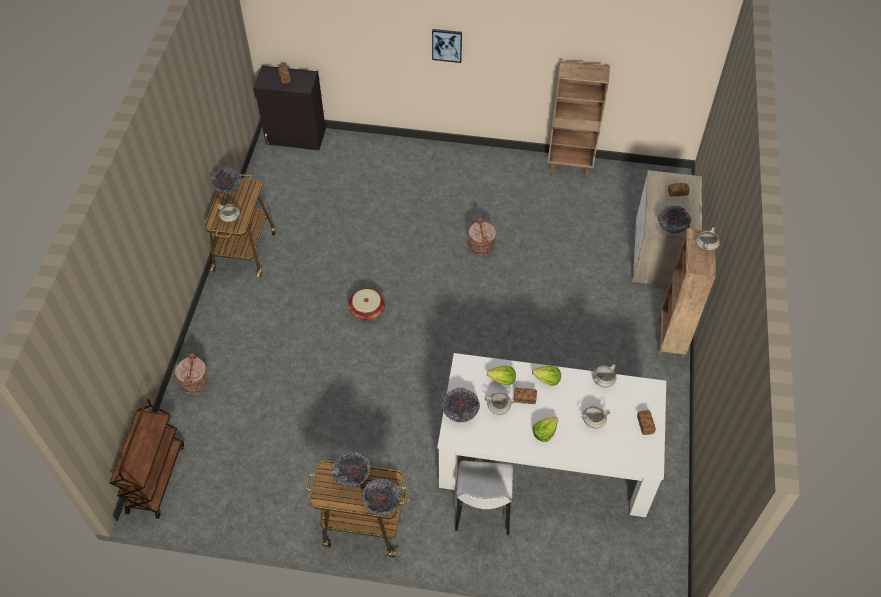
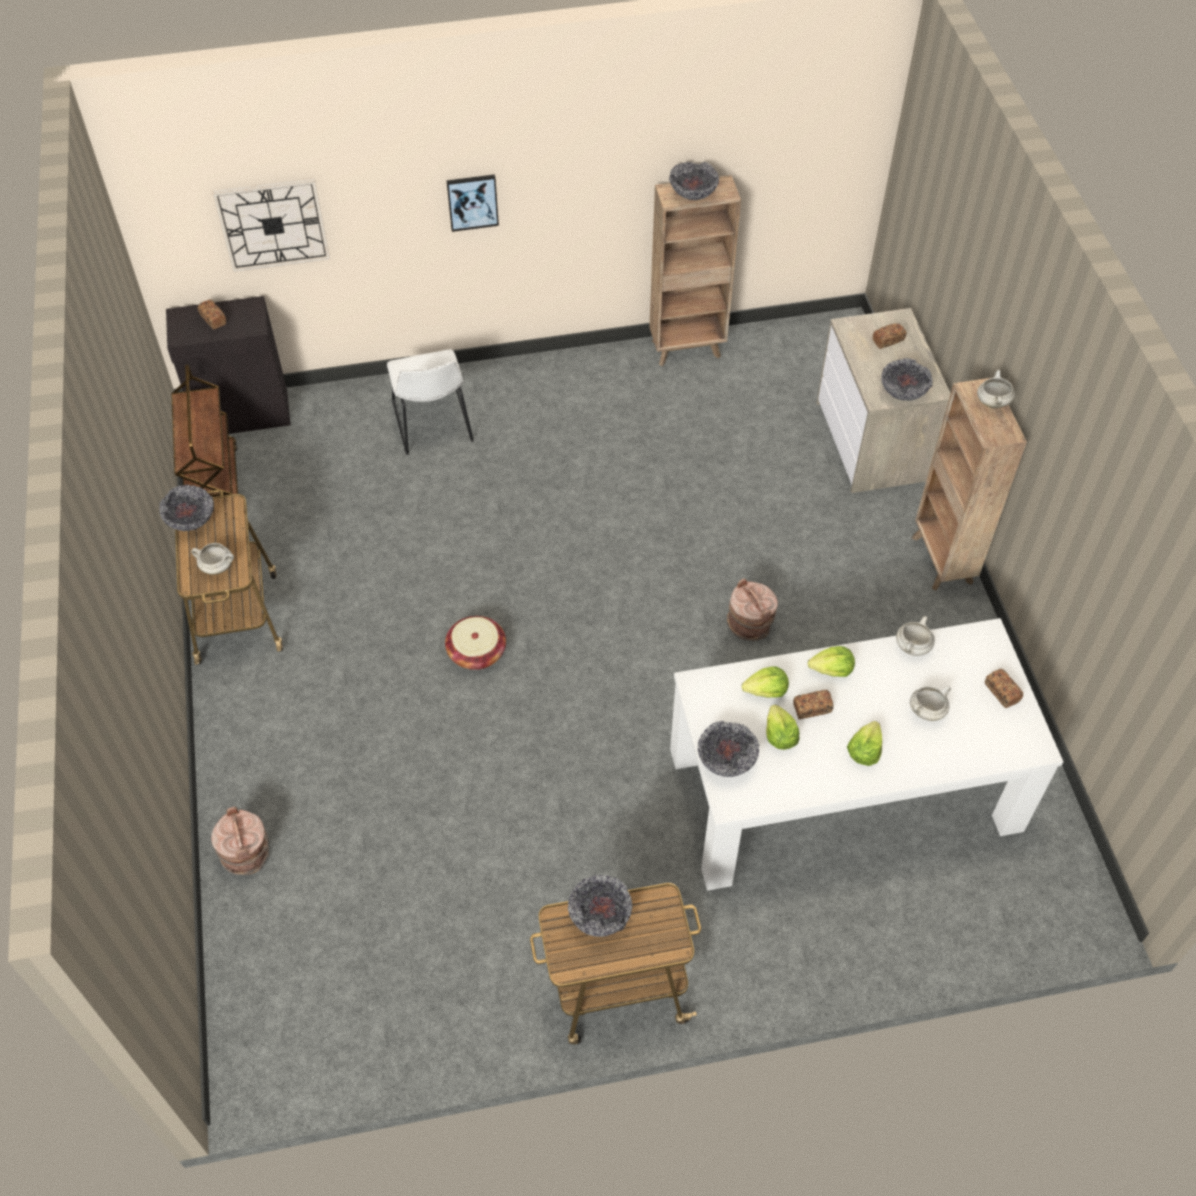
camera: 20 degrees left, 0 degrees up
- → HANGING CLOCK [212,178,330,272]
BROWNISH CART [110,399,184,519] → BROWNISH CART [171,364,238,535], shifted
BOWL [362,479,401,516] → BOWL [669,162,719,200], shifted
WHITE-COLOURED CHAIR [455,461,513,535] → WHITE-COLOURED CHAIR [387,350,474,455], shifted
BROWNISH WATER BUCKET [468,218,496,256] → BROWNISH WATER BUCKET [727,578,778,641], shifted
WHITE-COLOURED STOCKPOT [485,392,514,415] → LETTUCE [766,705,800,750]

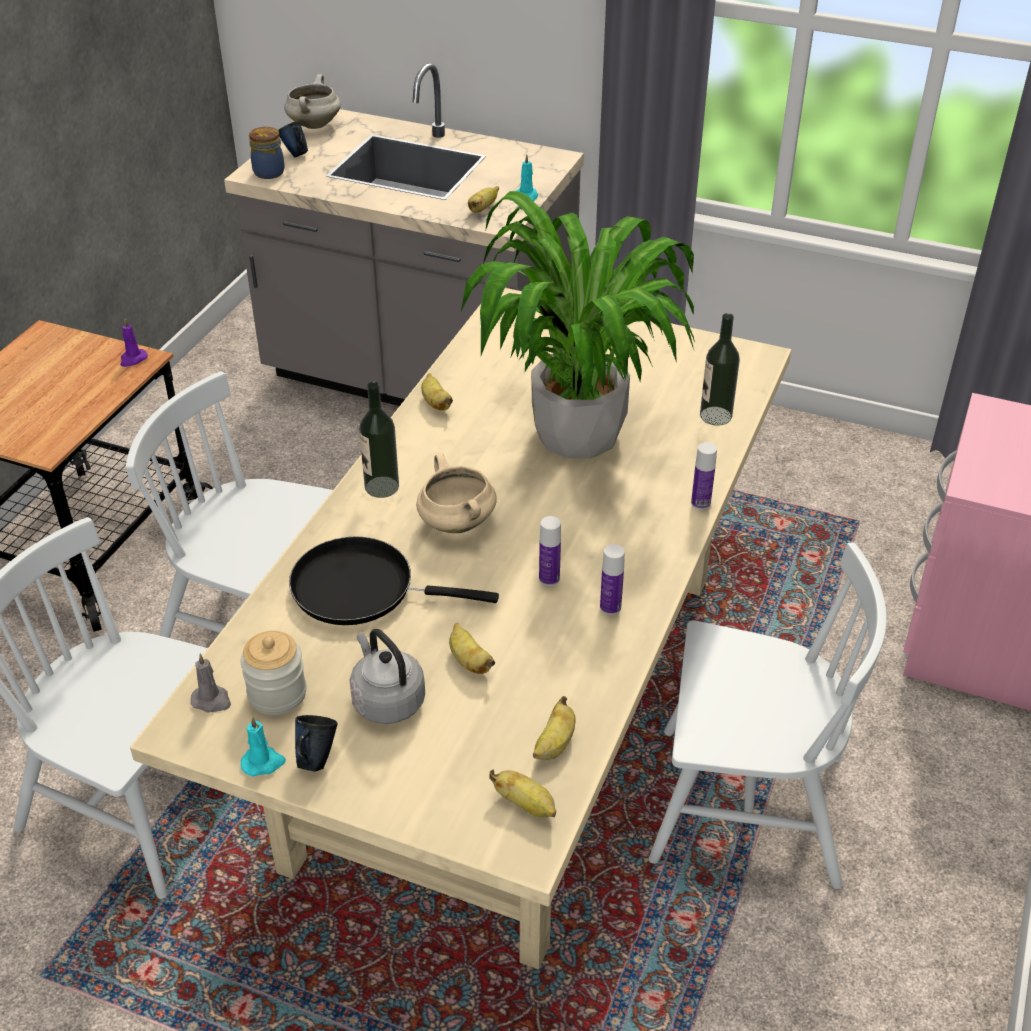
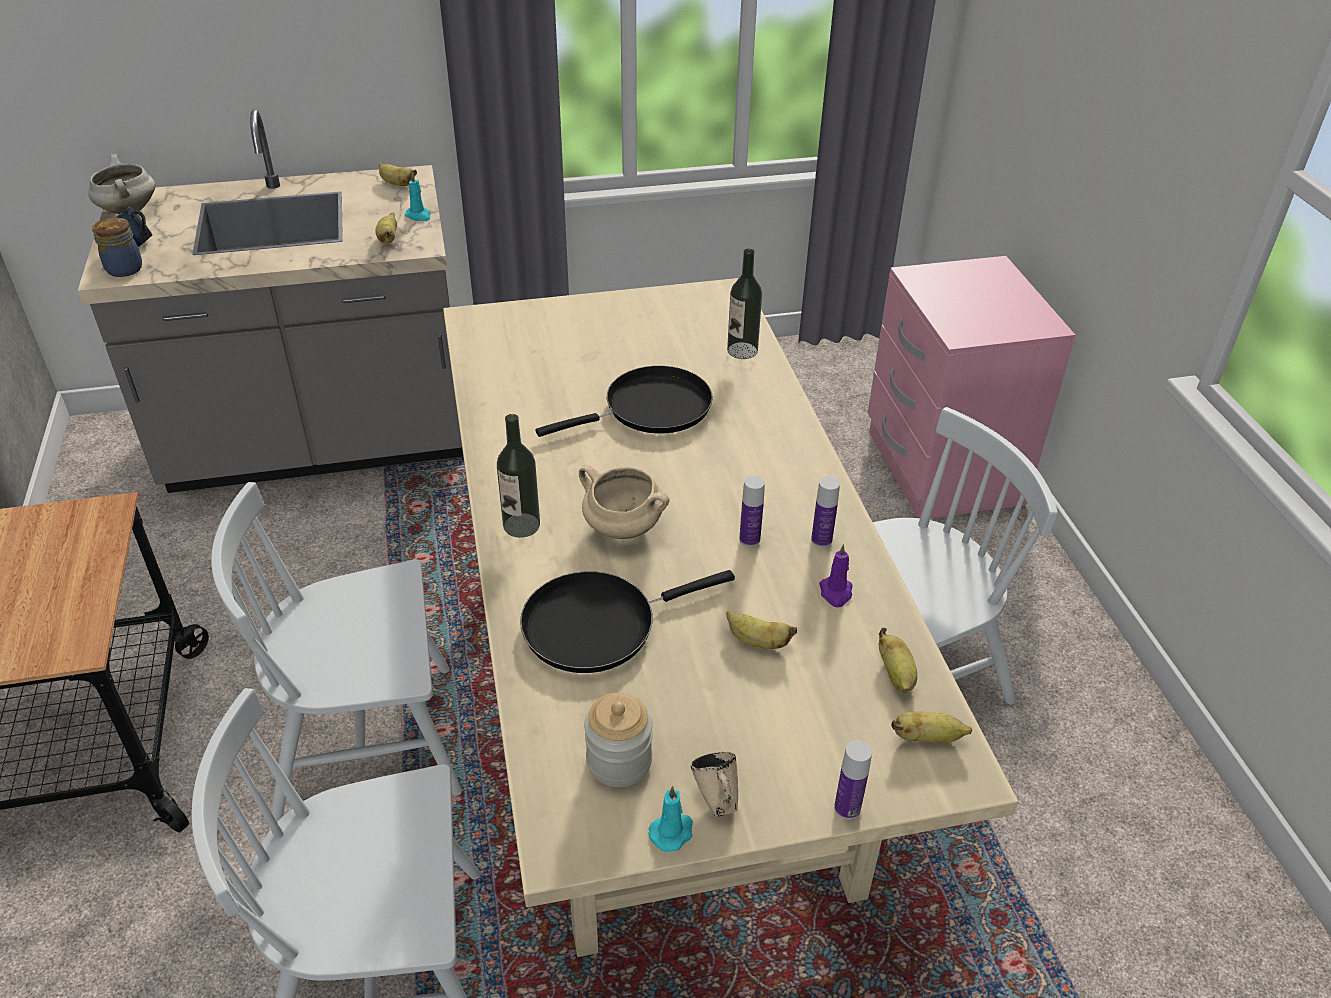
camera: 35 degrees left, 0 degrees up
GREY WAX CANDLE [191,654,231,713] → -
GREY WATER KETTLE [350,629,425,724] → -
PURPLISH WAX CANDLE [120,318,148,367] → PURPLISH WAX CANDLE [819,544,852,608], shifted
WHOLE BANANA [421,373,453,411] → WHOLE BANANA [379,163,417,186], shifted
BOTTLE [691,442,717,510] → BOTTLE [834,740,872,820], shifted
PLANT IN A POT [461,191,695,458] → BLACK-COLOURED FRYING PAN [536,366,713,437]
BLUISH MUG [295,715,338,772] → BEIGE MUG [691,752,738,817]

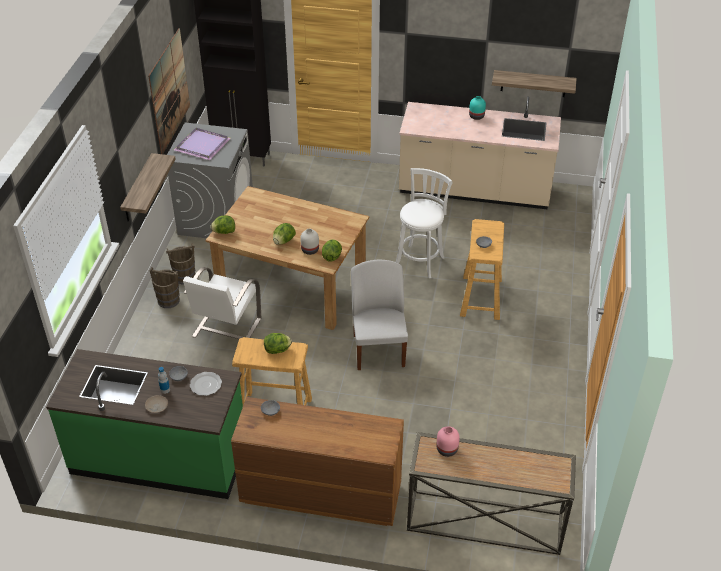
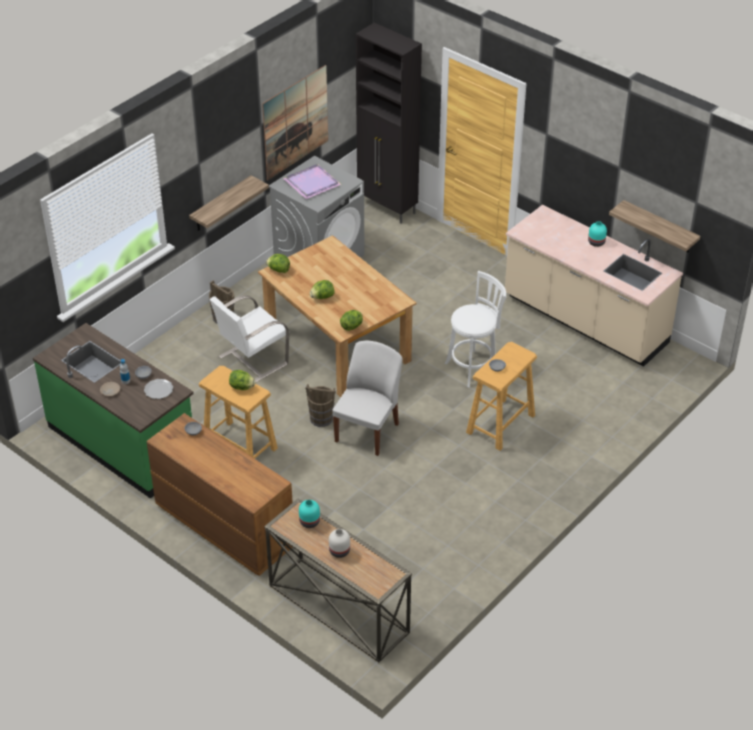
camera: 30 degrees right, 0 degrees up
BROWNISH WATER BUCKET [166,243,195,284] → BROWNISH WATER BUCKET [305,384,336,427], shifted
WHITE-COLOURED DECORATIVE VASE [300,229,319,255] → WHITE-COLOURED DECORATIVE VASE [329,529,350,558], shifted
PINK-COLOURED DECORATIVE VASE [436,426,460,457] → BLUE-GREEN DECORATIVE VASE [299,500,320,528]

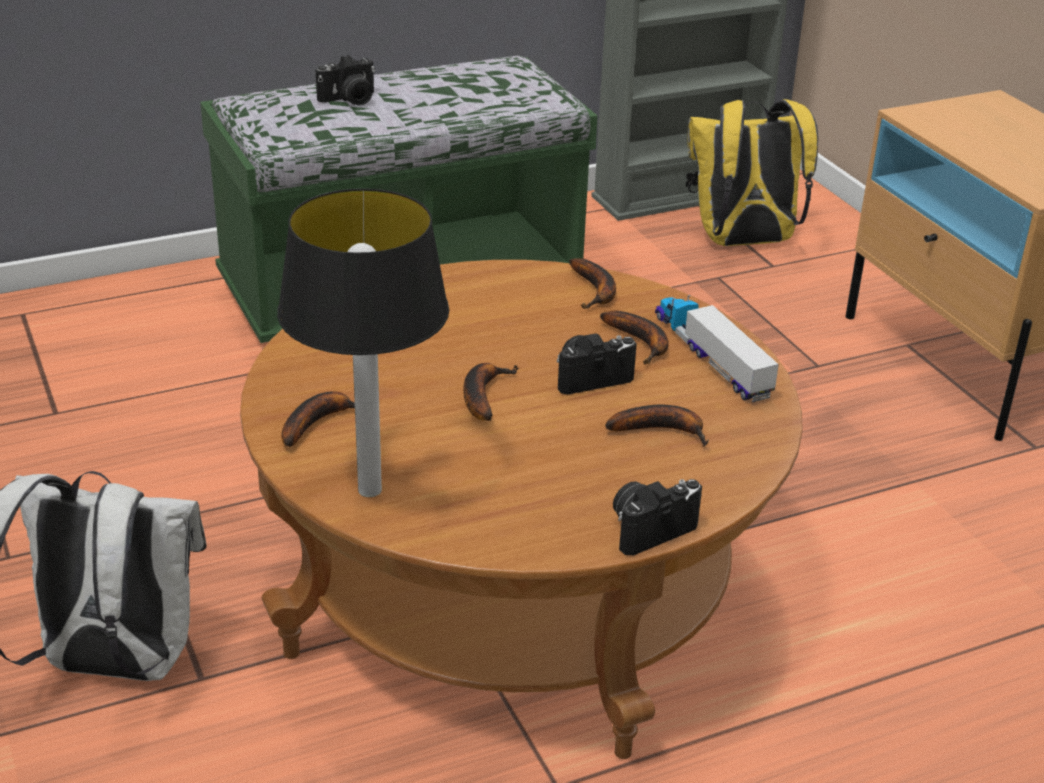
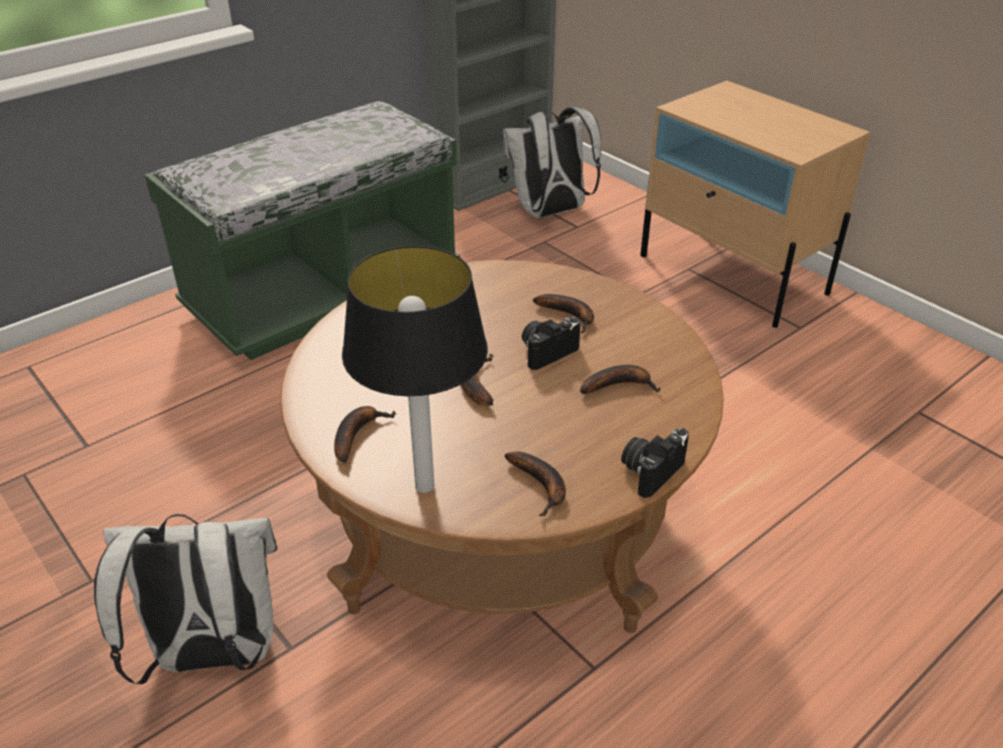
camera: 15 degrees left, 5 degrees up
PHOTO CAMERA [316,55,375,106] → -
TOY TRUCK [655,295,779,402] → -
WHOLE BANANA [569,258,616,309] → WHOLE BANANA [504,451,566,516], shifted
YELLOW-COLOURED RUCKSACK [688,99,818,246] → WHITE-COLOURED RUCKSACK [502,107,601,218]

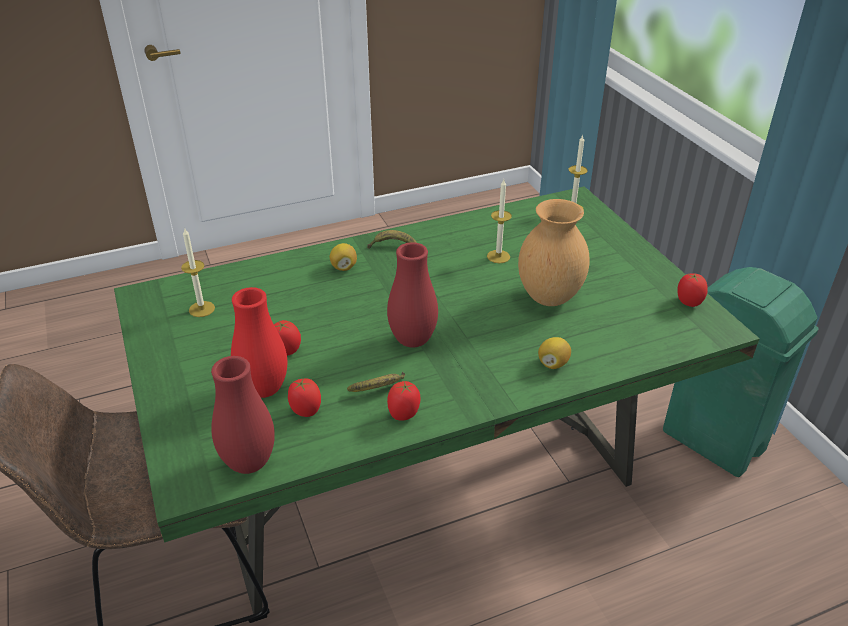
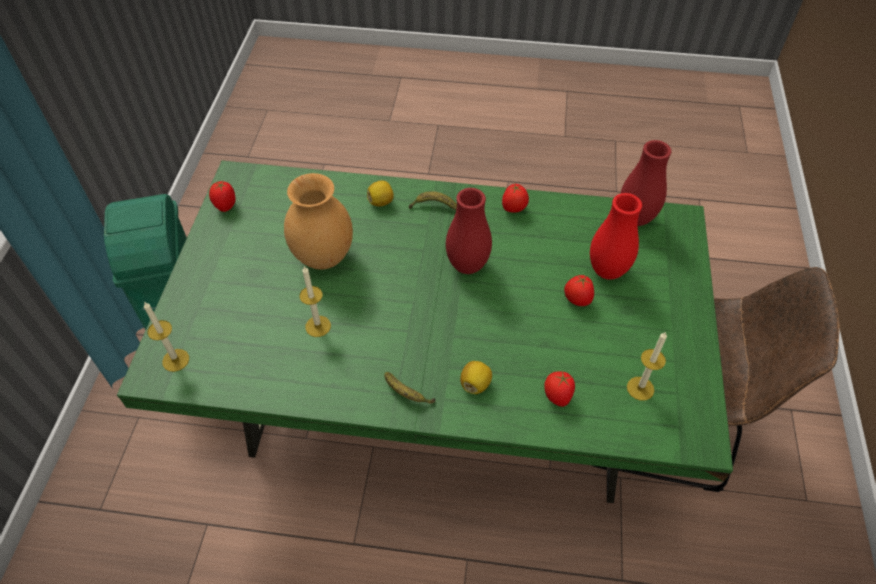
camera: 150 degrees left, 15 degrees up
FRESH TOMATO [288,379,321,417] → FRESH TOMATO [544,371,575,407], shifted
WHOLE BANANA [347,372,405,392] → WHOLE BANANA [409,191,457,210], shifted

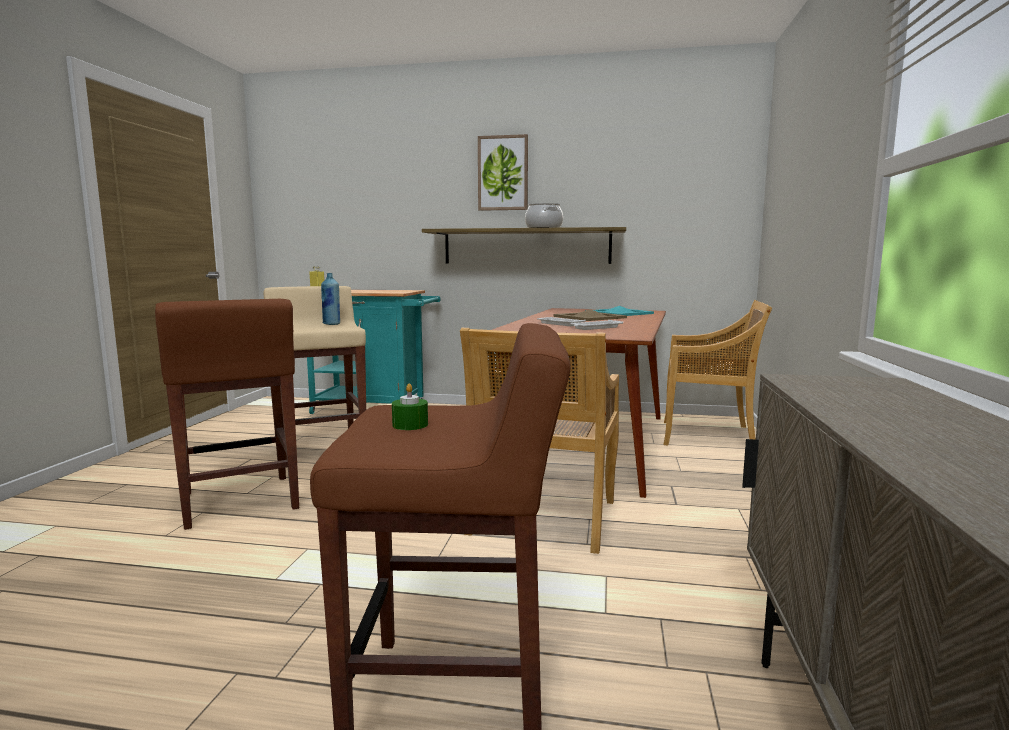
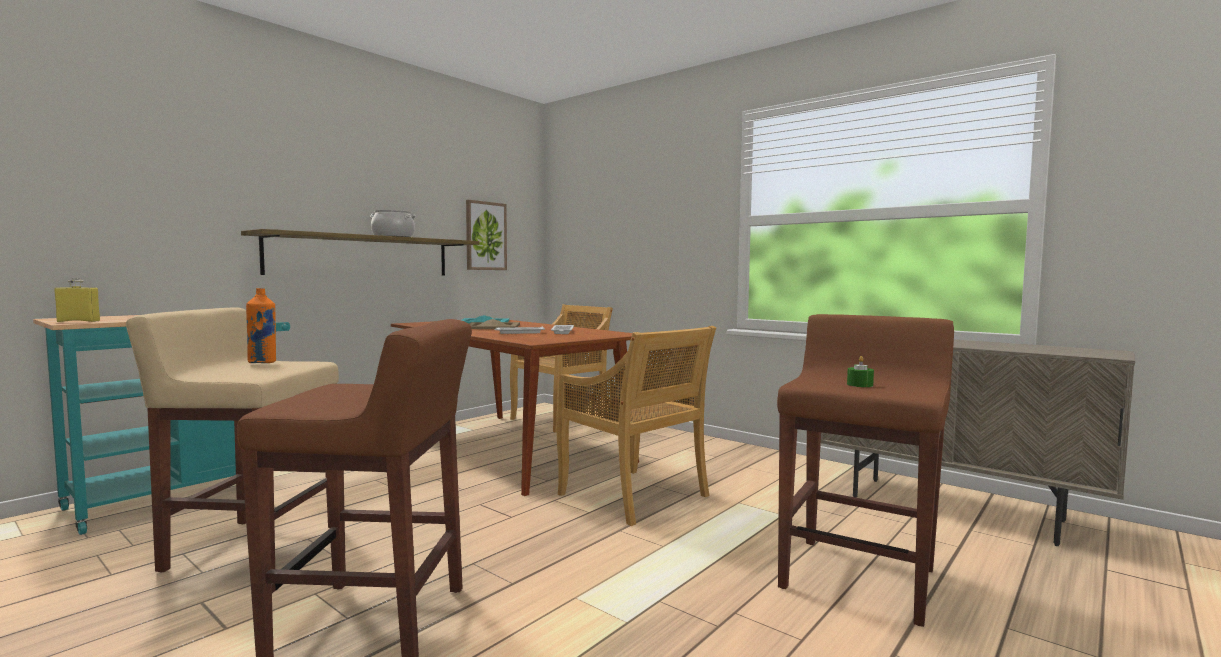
camera: 60 degrees left, 5 degrees down
WALL ART [478,134,528,211] → WALL ART [466,200,507,270], shifted
BLUISH BOTTLE [321,273,340,325] → ORANGE BOTTLE [246,288,276,363]

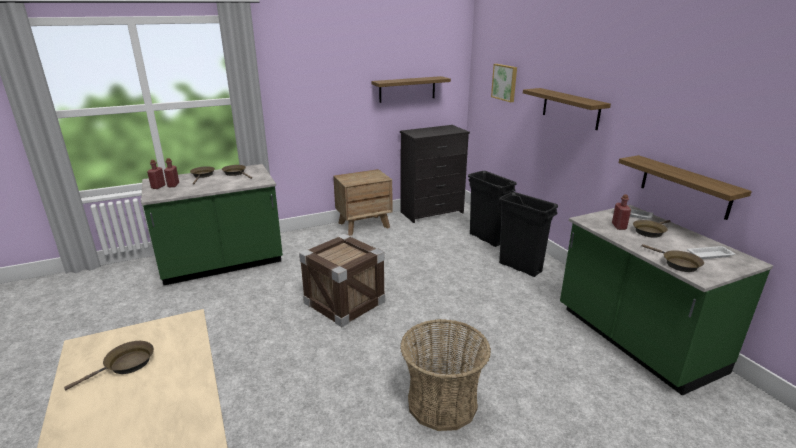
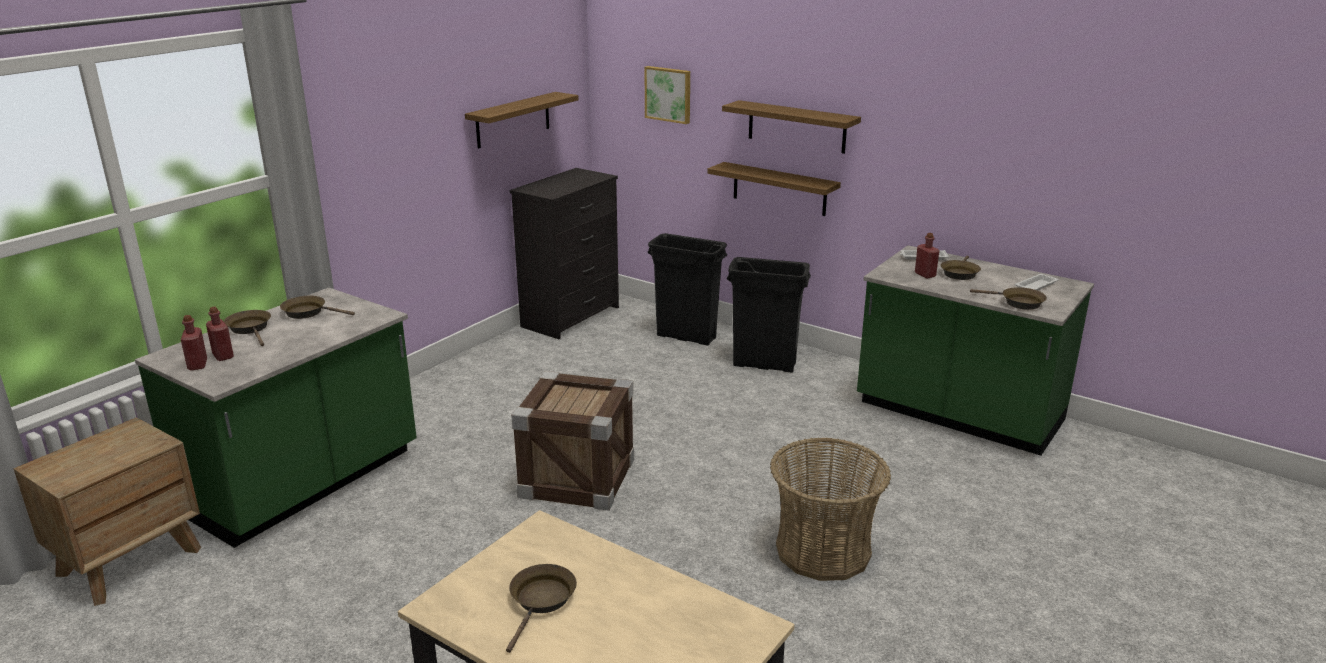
camera: 30 degrees left, 0 degrees up
BROWNISH NIGHTSTAND [333,169,392,236] → BROWNISH NIGHTSTAND [14,417,201,606], shifted
WALL SHELF [619,155,752,220] → WALL SHELF [707,162,841,216], shifted

